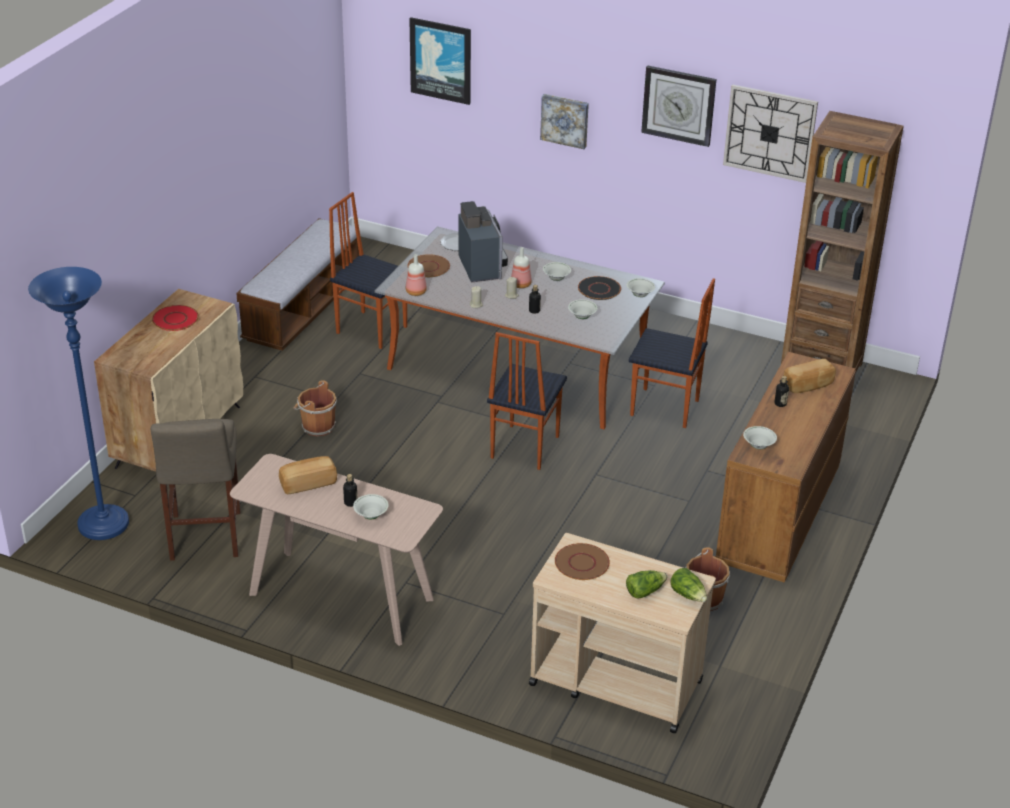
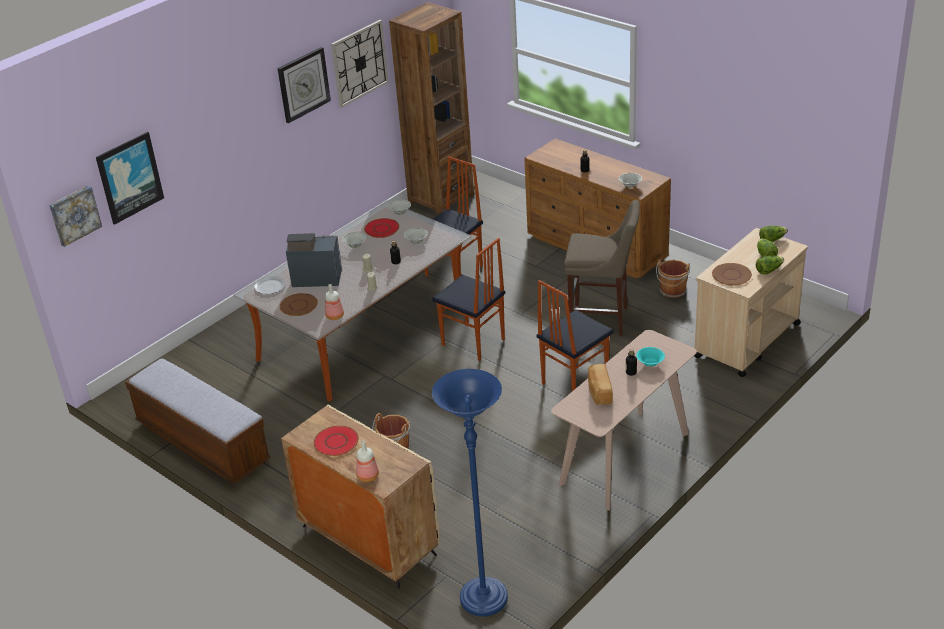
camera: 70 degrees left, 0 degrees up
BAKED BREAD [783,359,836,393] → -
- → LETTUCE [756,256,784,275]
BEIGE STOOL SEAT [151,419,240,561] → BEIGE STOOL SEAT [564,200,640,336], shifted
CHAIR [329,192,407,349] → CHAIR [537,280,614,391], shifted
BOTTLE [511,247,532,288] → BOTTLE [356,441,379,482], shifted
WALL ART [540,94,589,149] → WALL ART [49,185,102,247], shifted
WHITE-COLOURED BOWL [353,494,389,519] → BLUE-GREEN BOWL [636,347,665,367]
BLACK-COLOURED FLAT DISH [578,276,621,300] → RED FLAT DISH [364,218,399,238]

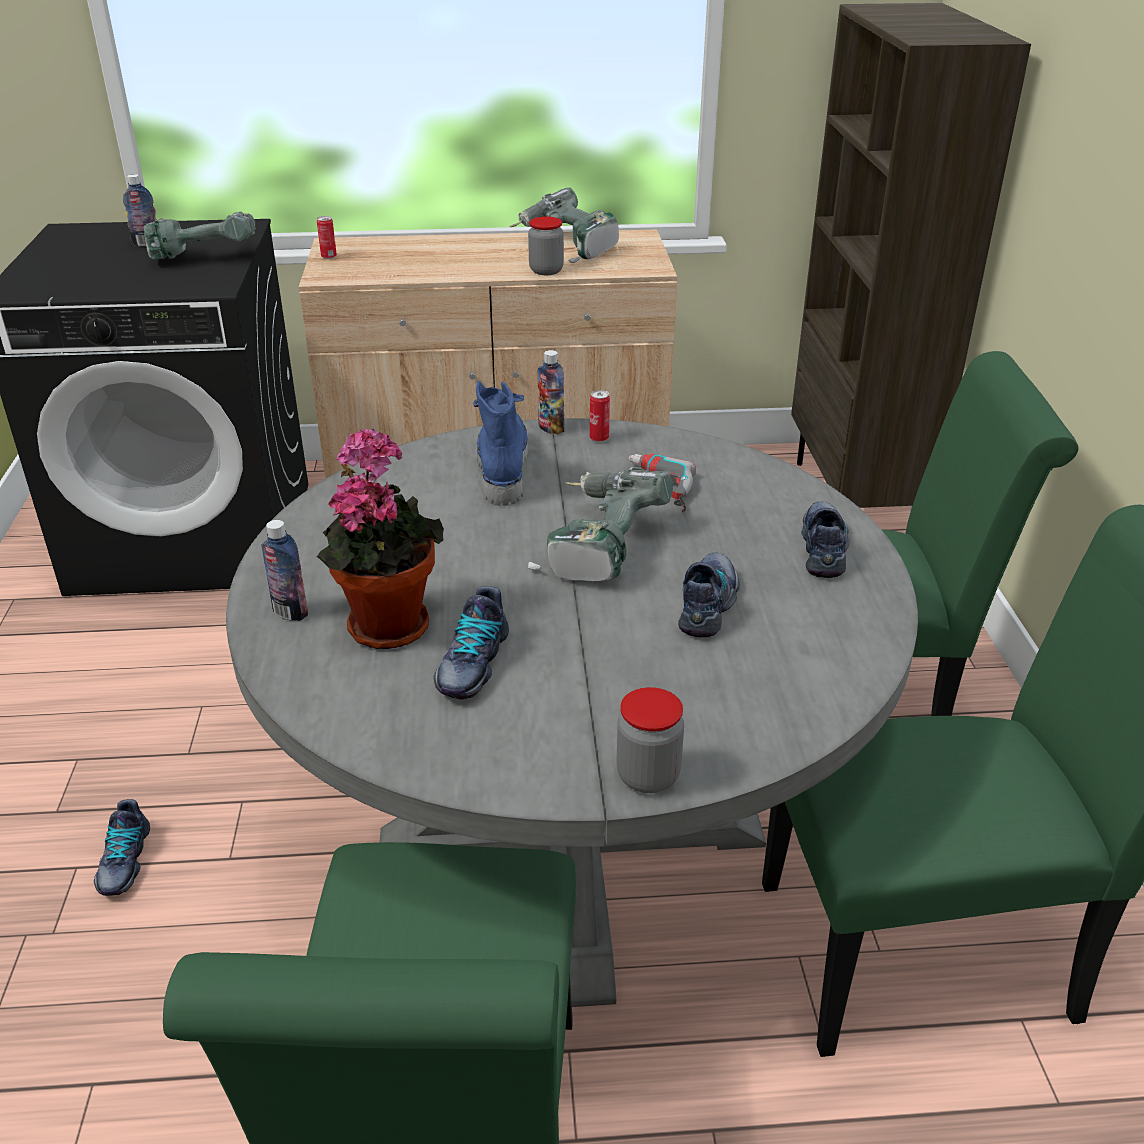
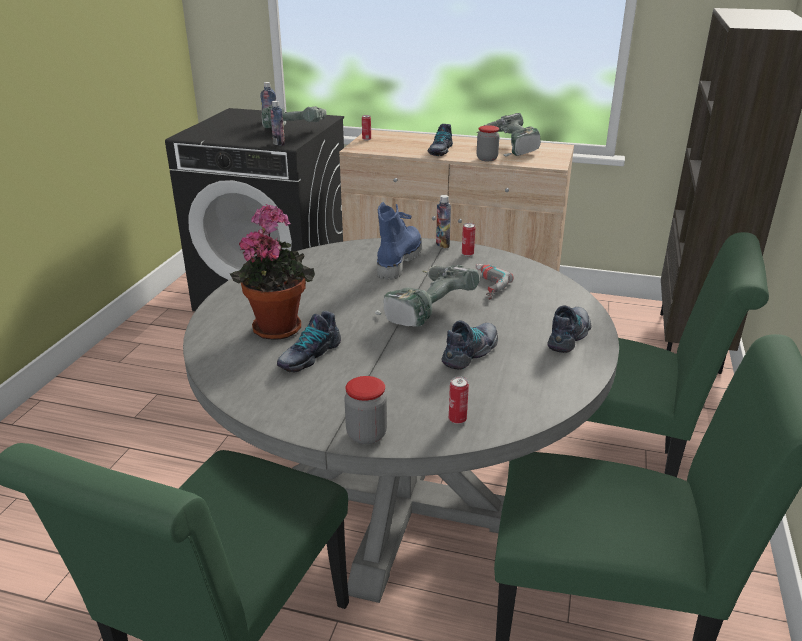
camera: 20 degrees right, 5 degrees down
- → CAN [449,376,469,424]
LOW SHOE [94,799,150,896] → LOW SHOE [428,124,453,156], shifted
BOTTLE [261,520,308,621] → BOTTLE [270,101,285,146], shifted

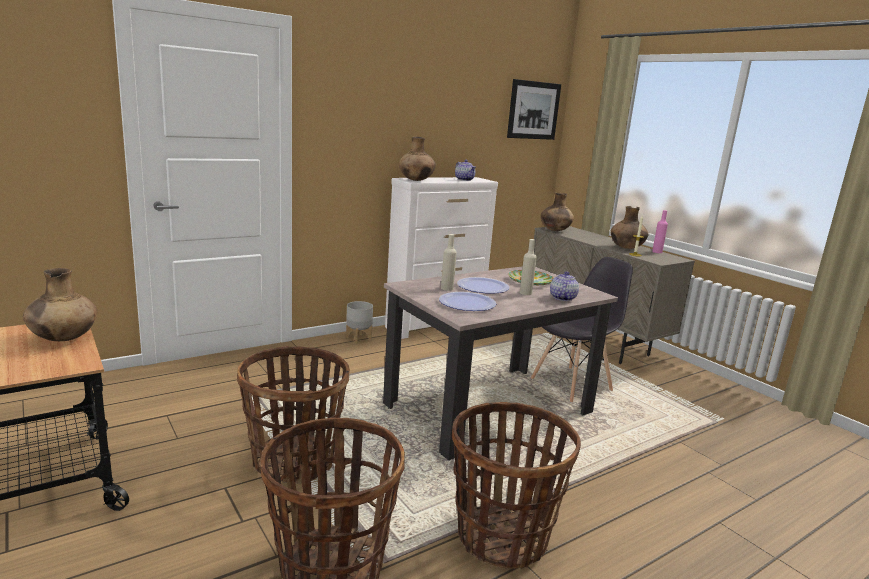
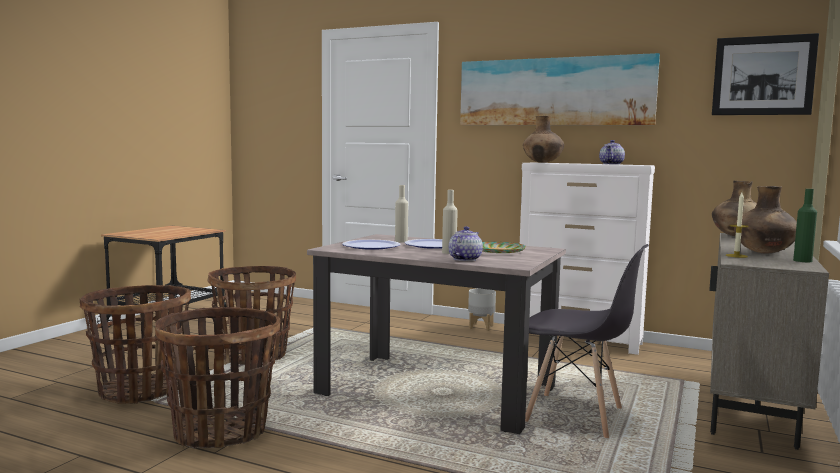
camera: 60 degrees right, 10 degrees down
BROWNISH DECORATIVE VASE [23,268,97,341] → -
- → WALL ART [460,53,660,125]
PINK-COLOURED BOTTLE [652,210,668,253] → GREENISH BOTTLE [793,189,817,262]
POT FOR TEA [550,271,579,301] → POT FOR TEA [449,226,483,261], 45 degrees counterclockwise

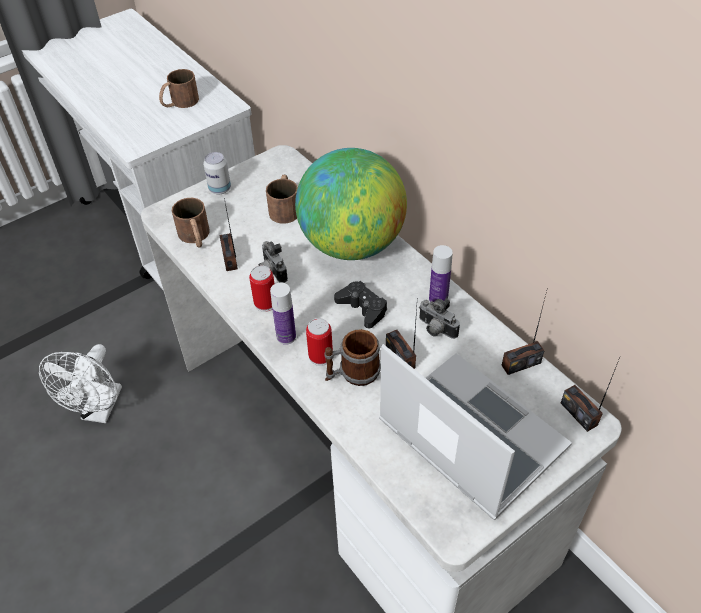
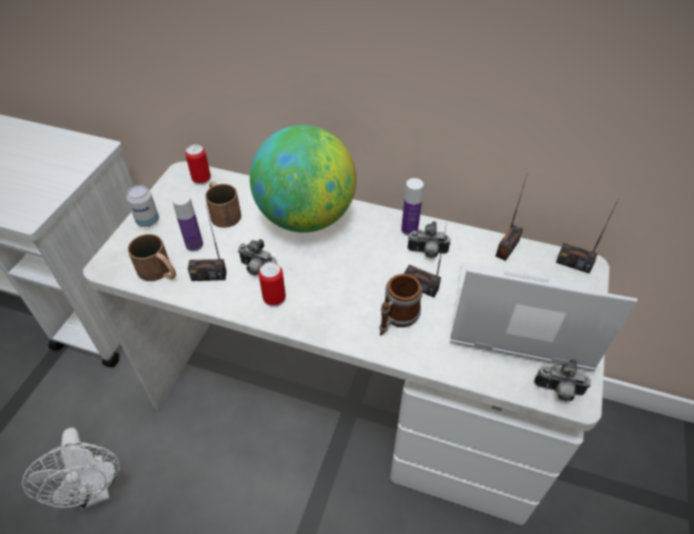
camera: 35 degrees left, 0 degrees up
BROWNISH MUG [159,69,199,108] → -
BLACK-COLOURED GAME CONTROLLER [334,281,387,328] → -
- → PHOTO CAMERA [534,359,591,402]
BOTTLE [270,283,296,345] → BOTTLE [172,193,203,252], shifted
CAN [306,318,333,366] → CAN [185,144,211,185], shifted
RADIO RECEIVER [219,198,238,271] → RADIO RECEIVER [188,207,227,281], 45 degrees counterclockwise

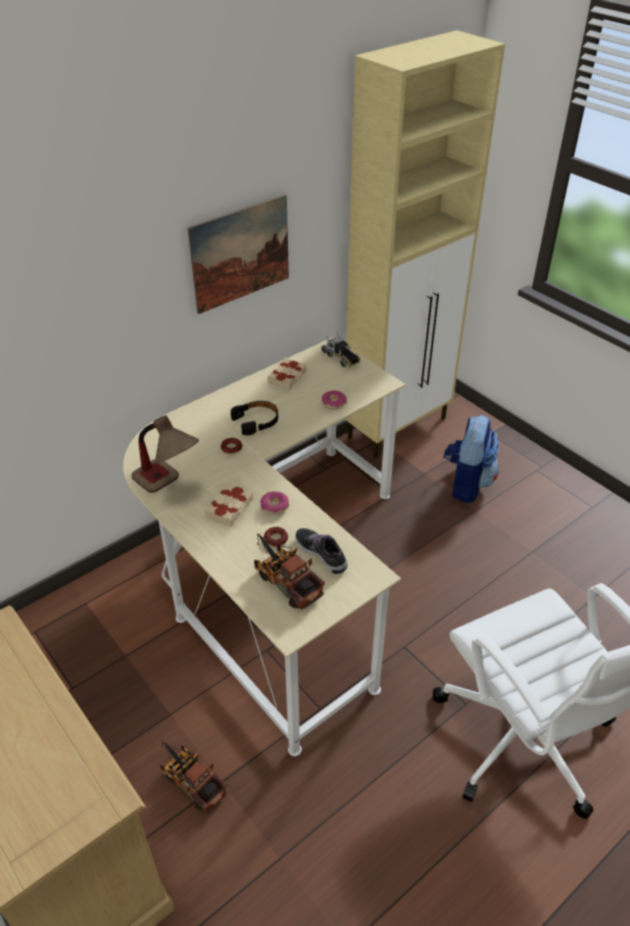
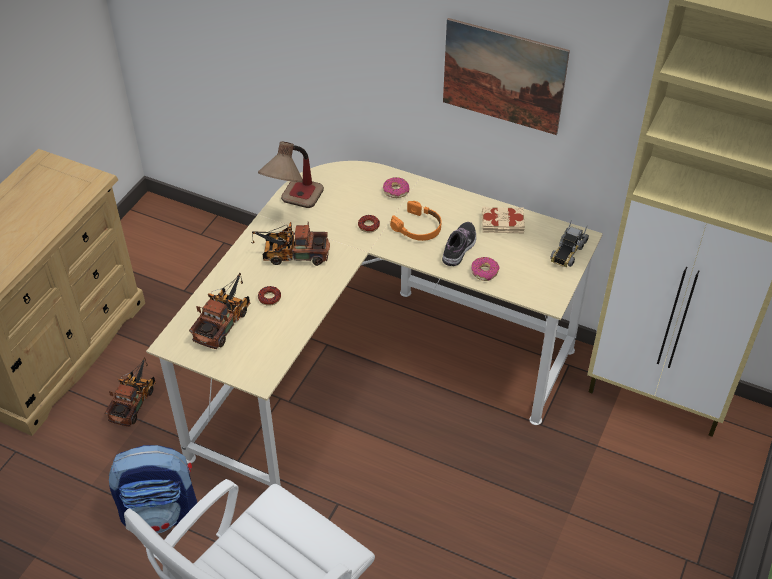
camera: 65 degrees right, 5 degrees up
RING DOUGHNUT [260,491,289,515] → RING DOUGHNUT [383,177,410,198], shifted
LOW SHOE [295,528,348,574] → LOW SHOE [442,222,476,266], shifted
RUCKSACK [443,415,499,503] → RUCKSACK [109,445,197,533], shifted
BEIGE BOOK [205,482,254,527] → TOY TRUCK [251,222,330,266]
BLACK-COLOURED PAIR OF HEADPHONES [231,401,278,435] → ORANGE PAIR OF HEADPHONES [390,201,442,241]

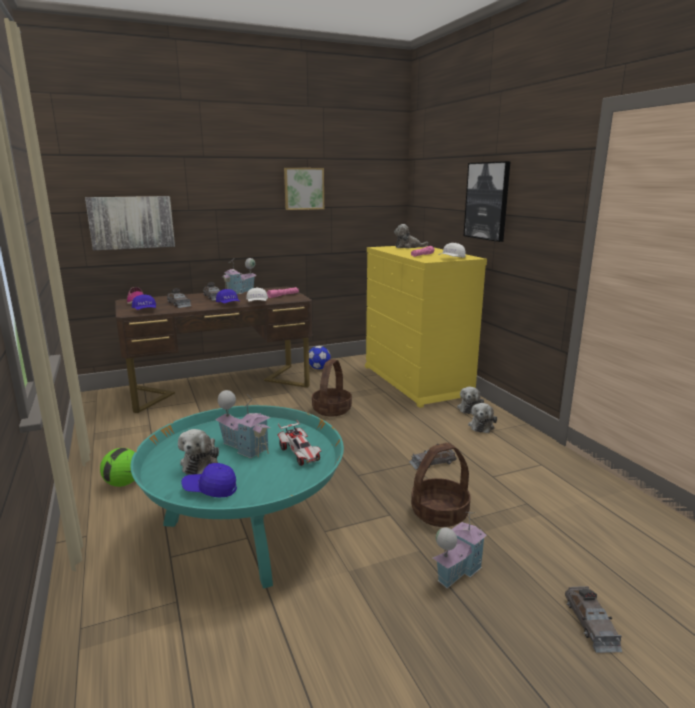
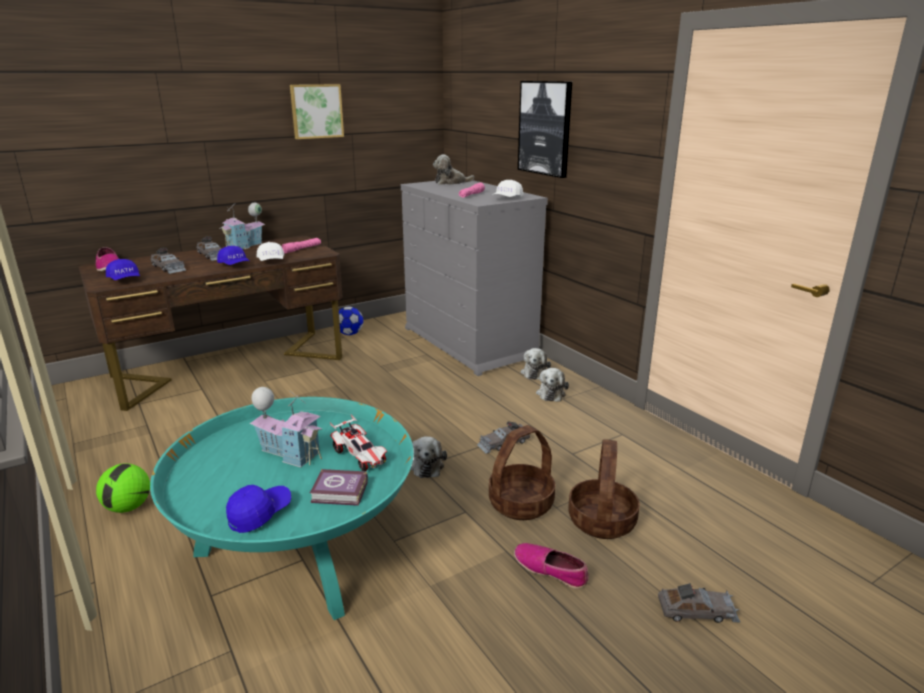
camera: 10 degrees left, 5 degrees up
WALL ART [85,196,175,250] → -
- → BOOK [310,469,368,506]
PLUSH TOY [178,429,219,475] → PLUSH TOY [410,436,447,478], shifted
HOUSEHOLD BASKET [312,359,352,416] → HOUSEHOLD BASKET [568,440,640,539], shifted
MODEL HOUSE [433,512,487,589] → LOW SHOE [514,543,589,589]
YELLOW-COLOURED DRESSER [365,246,487,408] → GREY DRESSER [401,180,548,376]
BLUISH PEAKED CAP [182,463,237,497] → BLUISH PEAKED CAP [226,485,291,533], 135 degrees clockwise
GREY TOY CAR [565,586,622,653] → GREY TOY CAR [658,583,741,623], 75 degrees counterclockwise

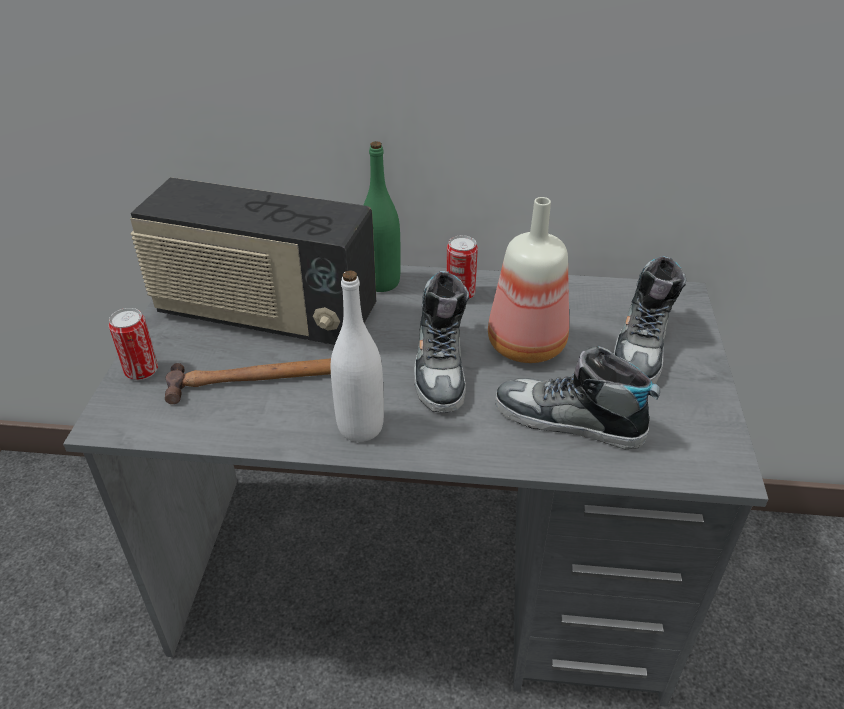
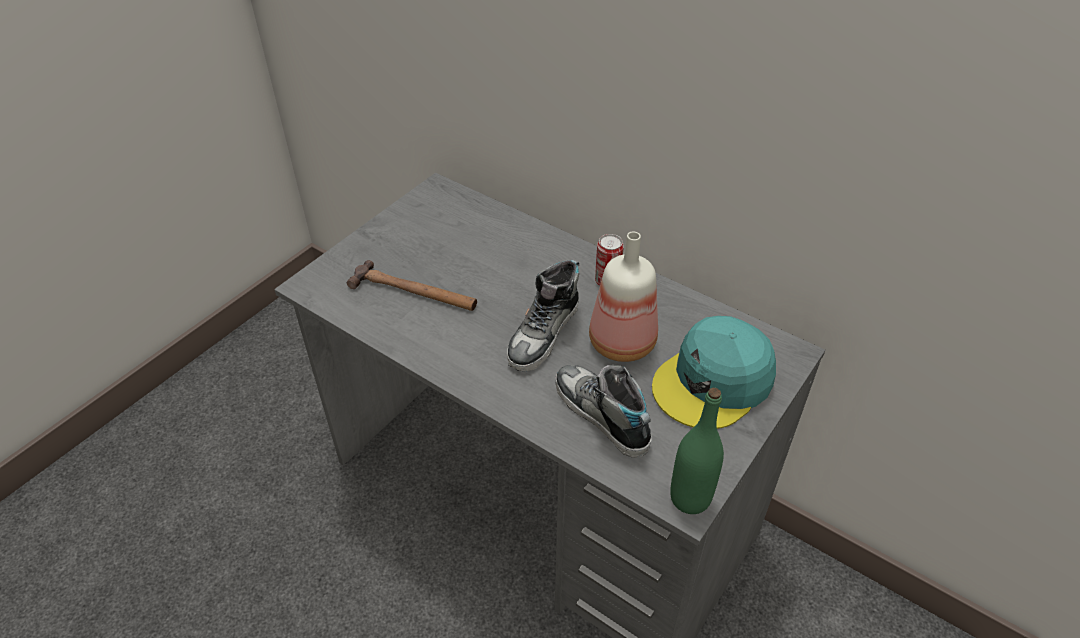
camera: 30 degrees right, 5 degrees up
CAN [109,308,158,380] → -
RADIO RECEIVER [130,177,376,345] → -
WHITE-COLOURED BOTTLE [331,270,384,442] → -
GREENISH BOTTLE [364,141,401,292] → GREENISH BOTTLE [670,388,724,514], shifted
LOW SHOE [613,256,686,384] → BLUE-GREEN PEAKED CAP [652,316,776,429]

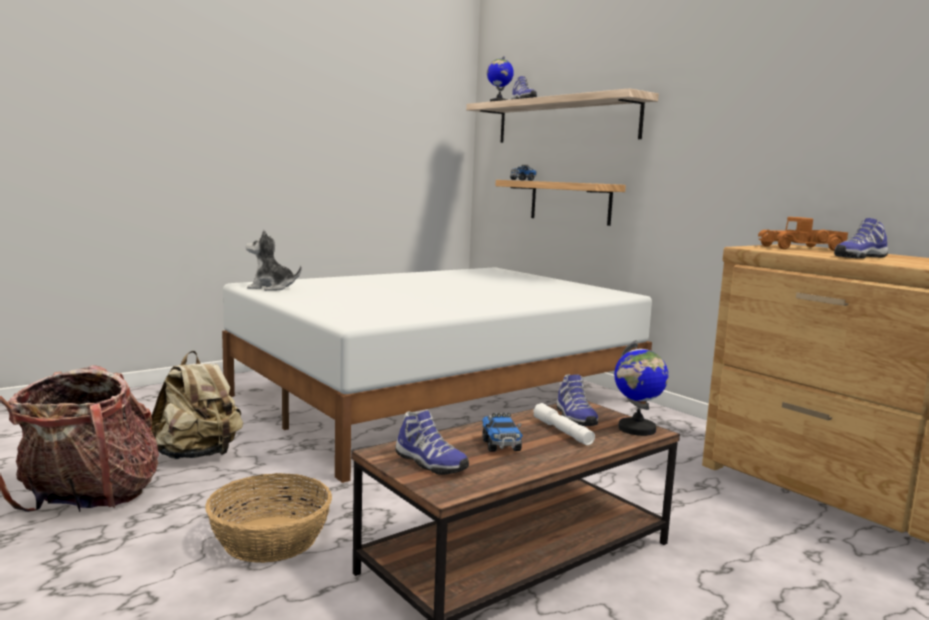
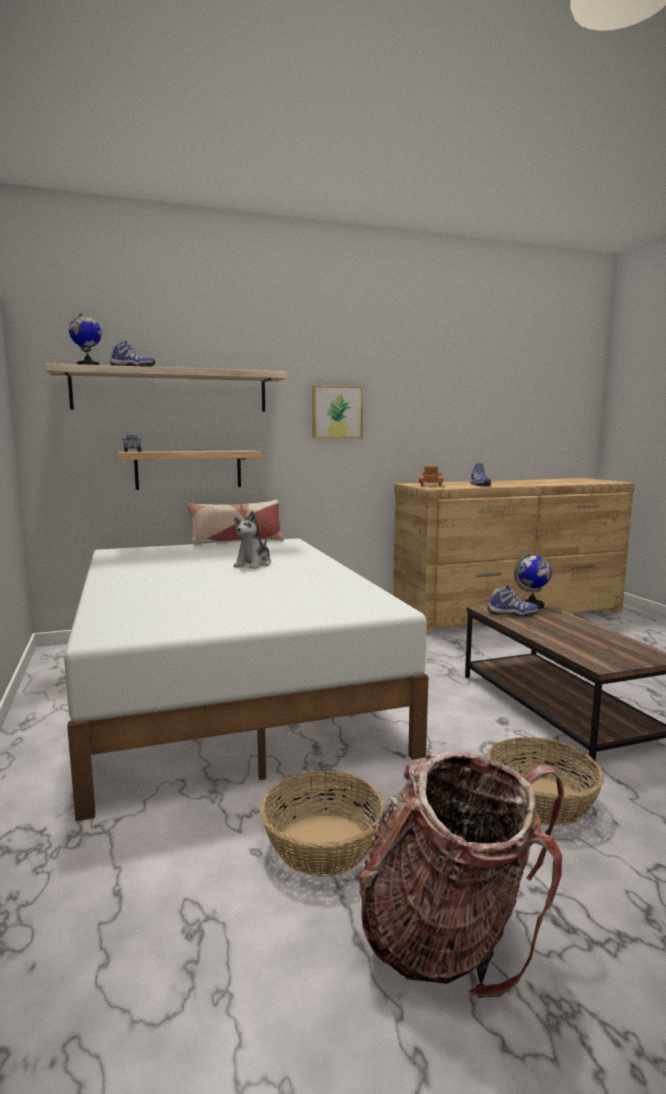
camera: 70 degrees left, 0 degrees up
LOW SHOE [395,410,469,475] → -
TOY TRUCK [482,413,523,452] → -
WHITE-COLOURED HAND TORCH [533,403,595,445] → -
- → PILLOW [187,500,284,545]
- → WALL ART [312,385,363,438]
PLUSH TOY [246,230,302,291] → PLUSH TOY [234,511,271,569], shifted
BEIGE RUCKSACK [151,351,243,459] → HOUSEHOLD BASKET [260,771,385,877]

